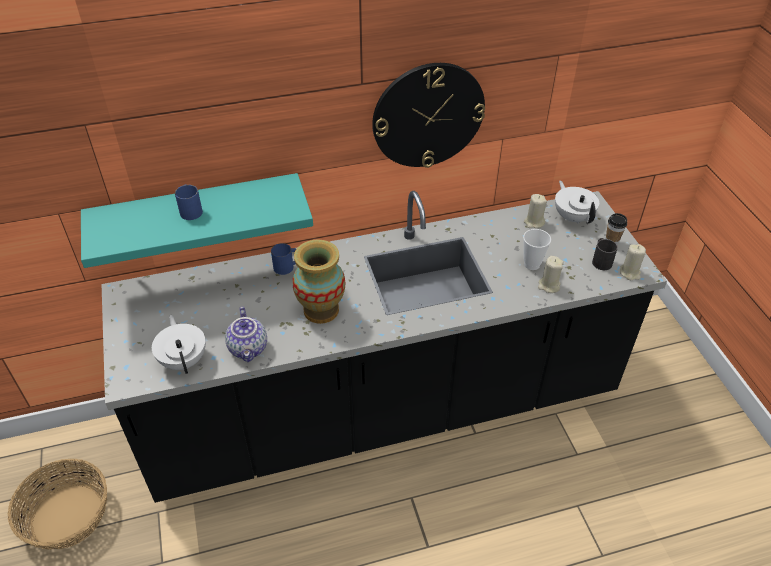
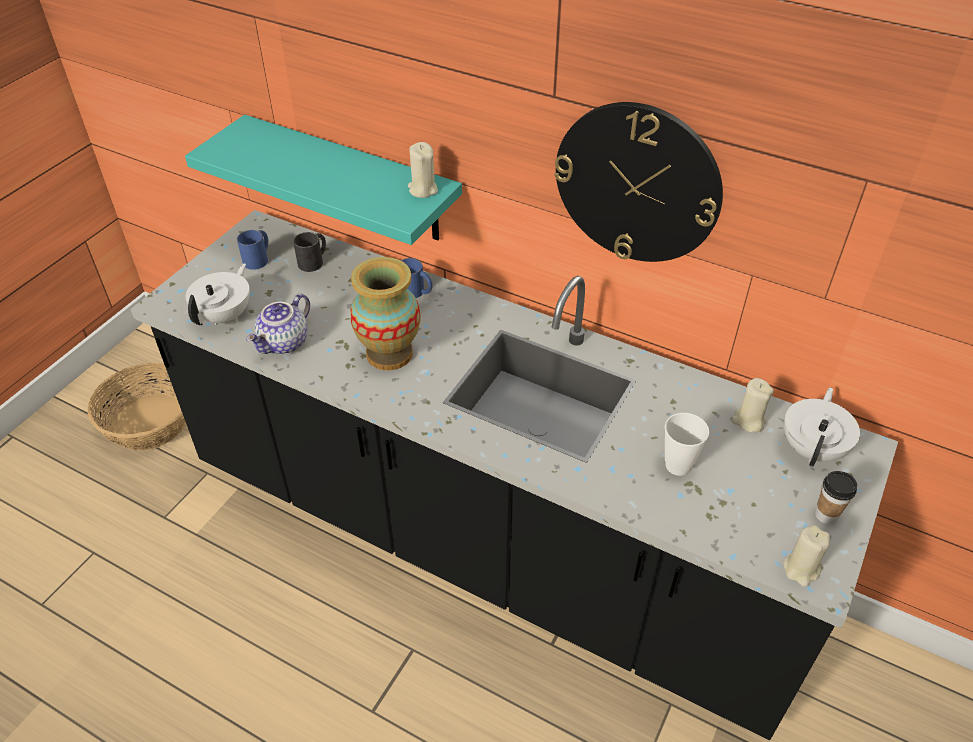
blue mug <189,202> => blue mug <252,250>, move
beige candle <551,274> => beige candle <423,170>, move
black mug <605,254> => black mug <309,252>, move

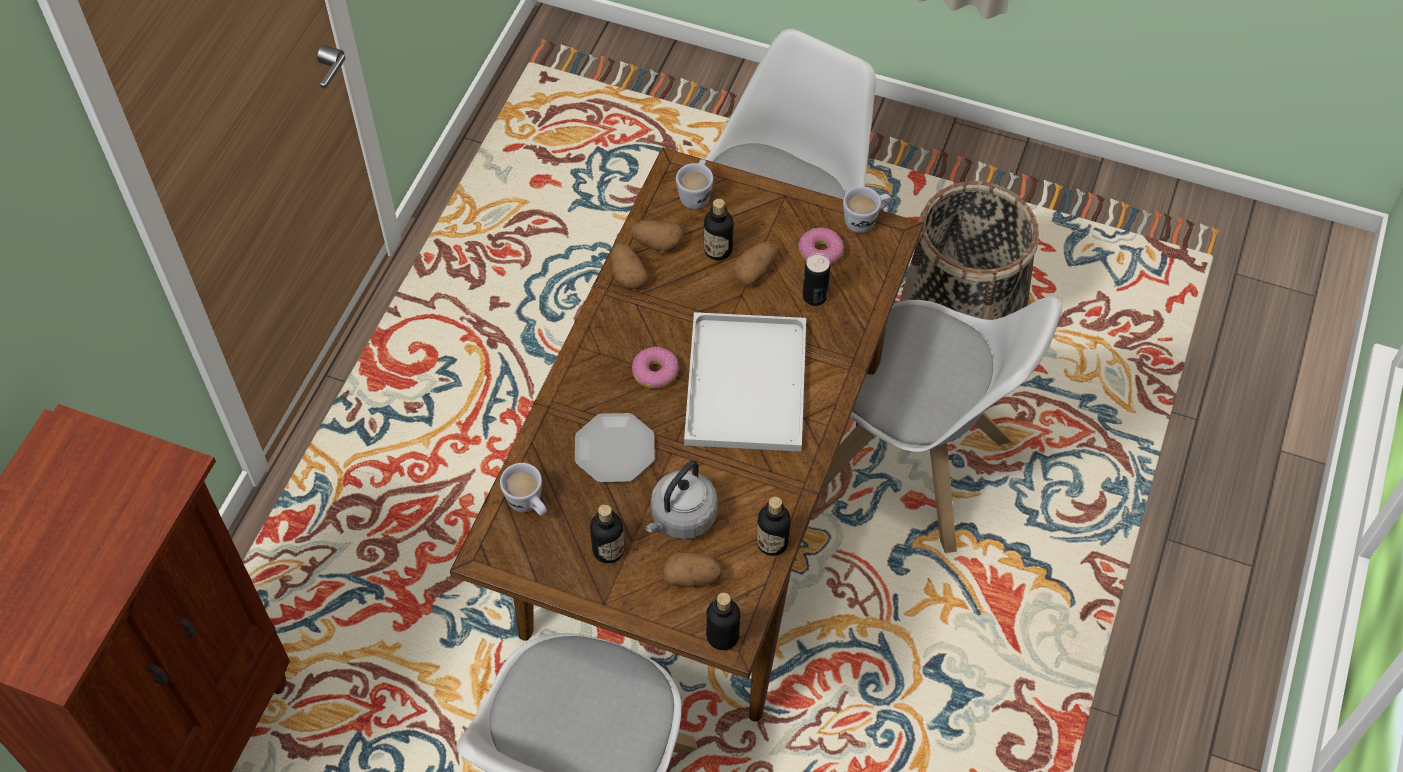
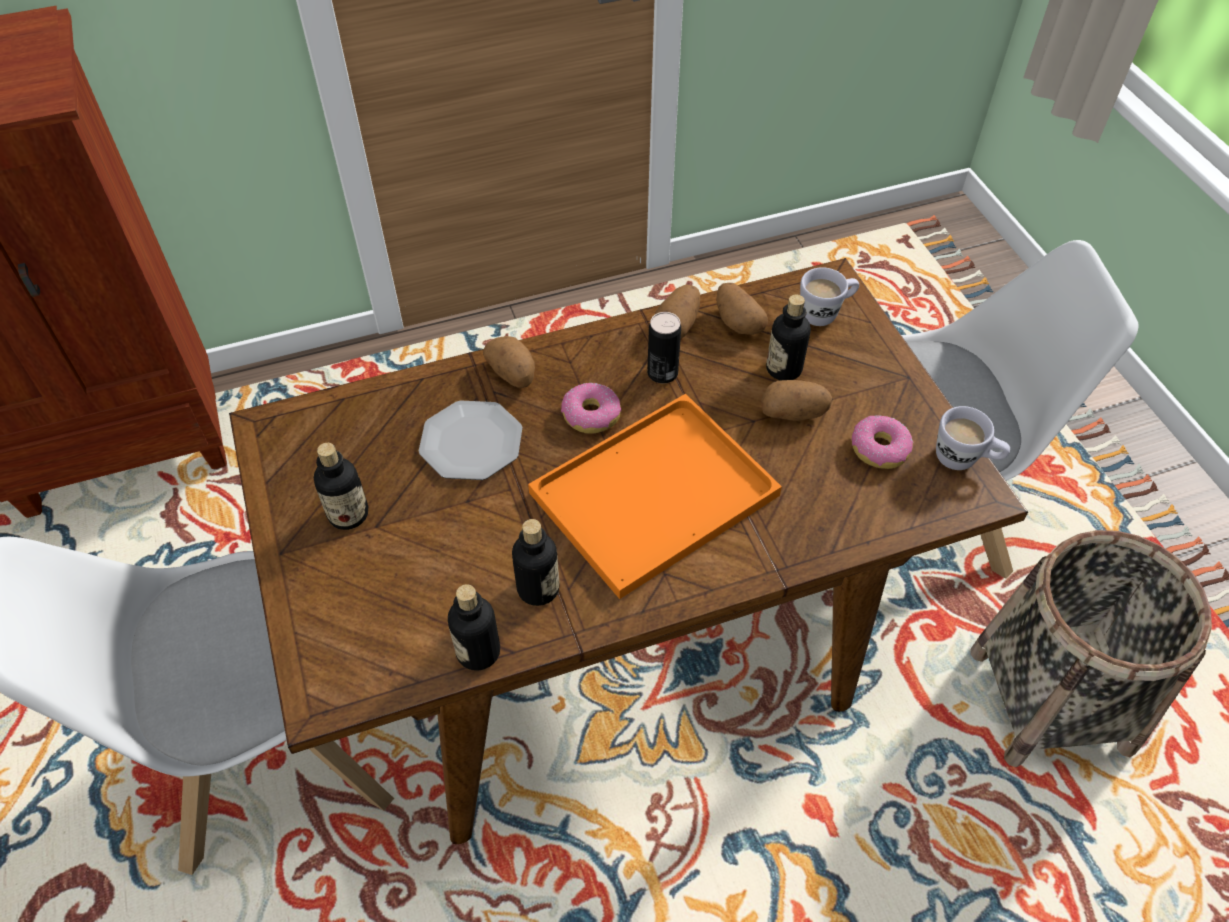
white mug <523,489> => nothing
grey kettle <681,499> => nothing
potato <692,569> => potato <509,362>, move
white tray <745,382> => orange tray <655,496>
bottle <723,621> => bottle <536,562>, move
can <816,279> => can <664,347>, move
chair <942,424> => nothing

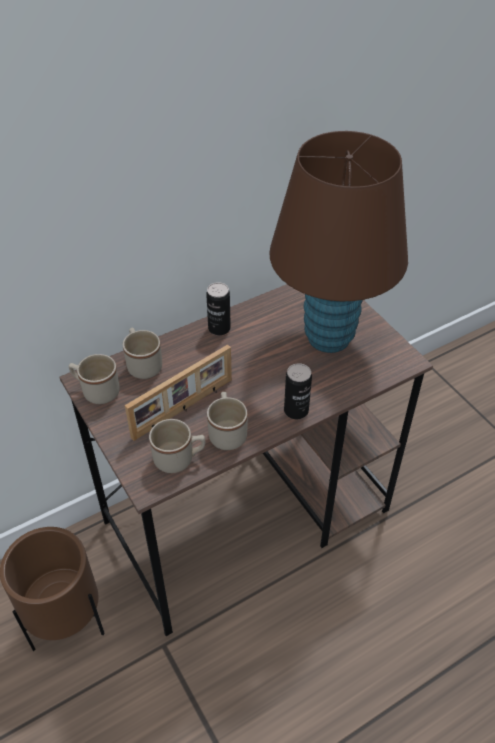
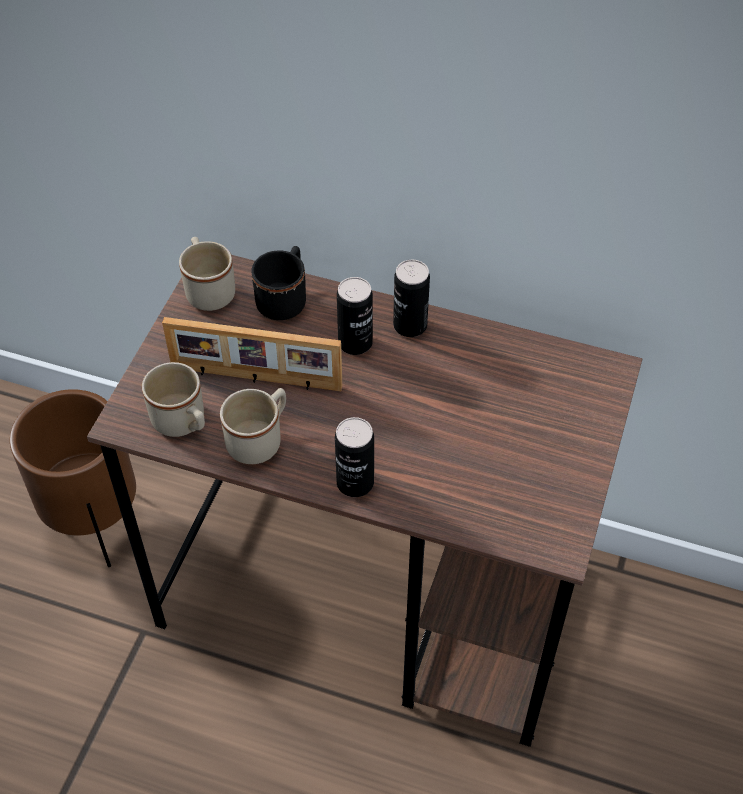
beige mug <142,353> => black mug <278,283>
brown table lamp <338,242> => nothing
nothing => can <355,316>

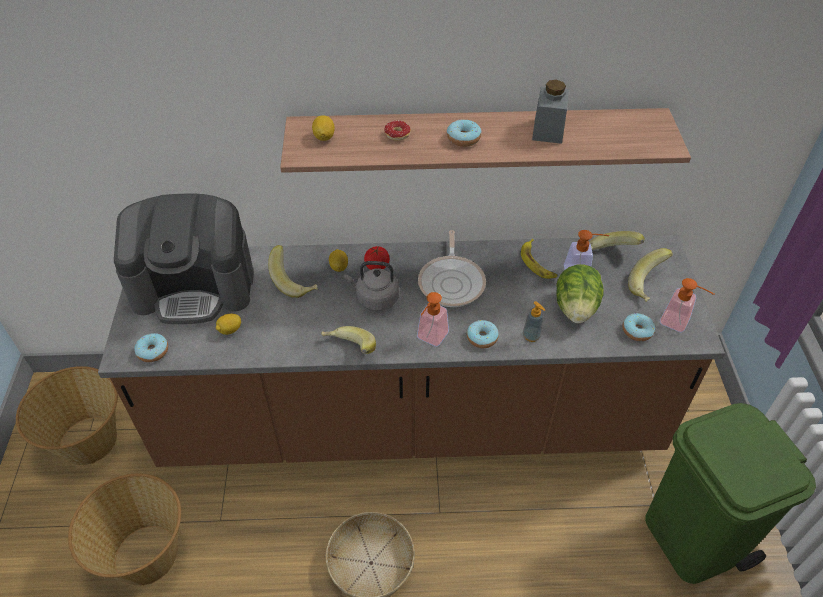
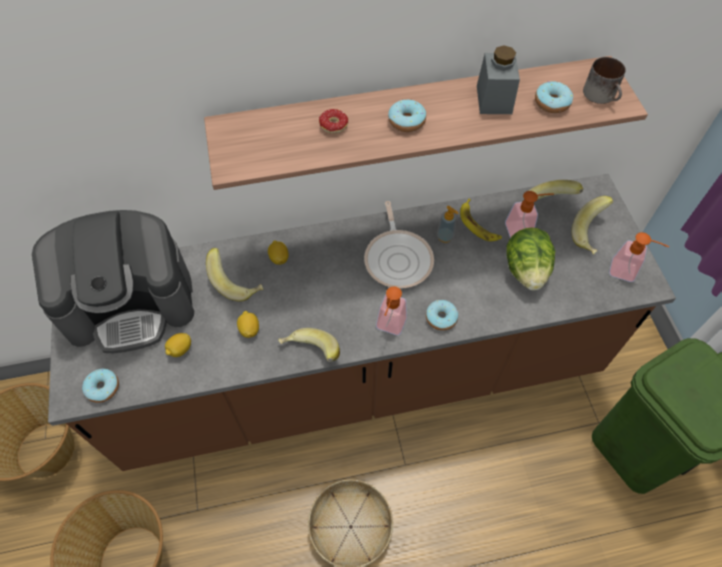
lemon <323,128> => lemon <248,324>, move
grey kettle <371,286> => nothing
tomato <377,258> => nothing
soap dispenser <534,321> => soap dispenser <448,224>, move
donut <638,327> => donut <554,97>, move
nothing => mug <604,80>

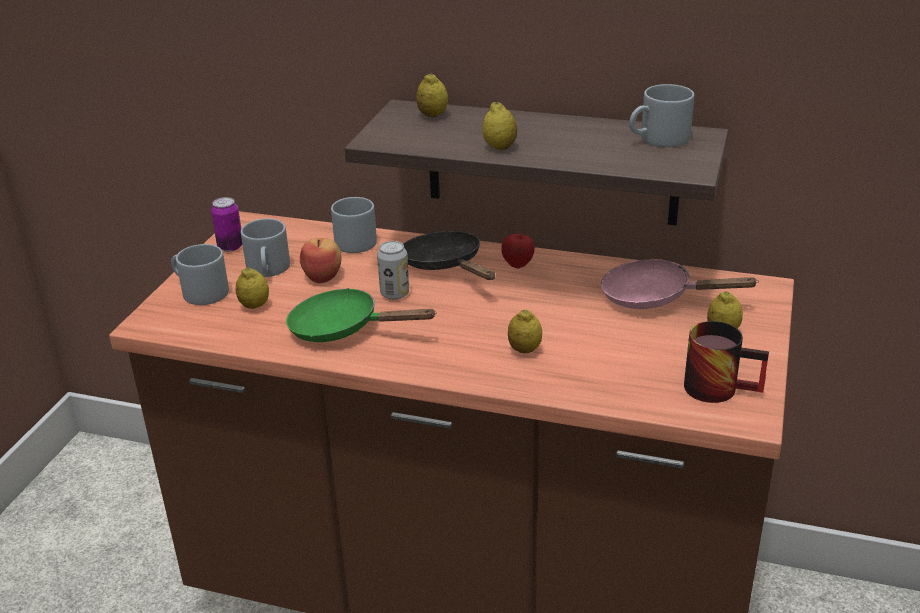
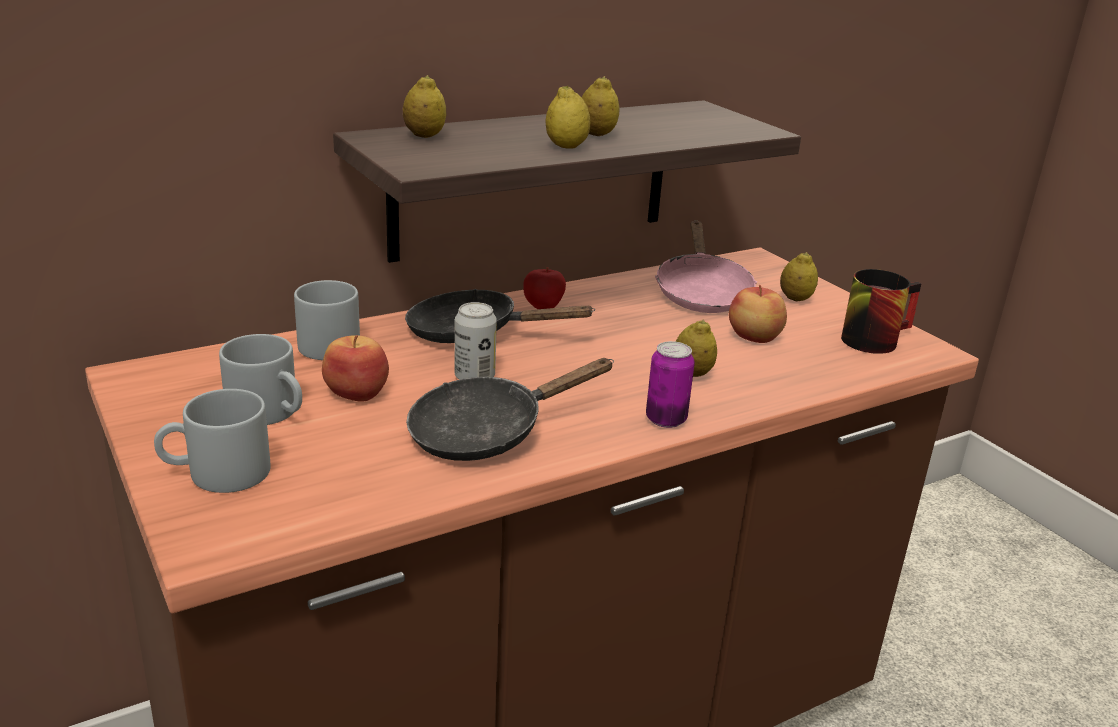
can <226,224> => can <670,384>, move
lemon <252,288> => lemon <600,106>, move
green frying pan <361,315> => black frying pan <510,409>
pink frying pan <680,283> => pink frying pan <706,266>, 60 degrees counterclockwise
grey mug <661,115> => nothing
nothing => apple <758,314>

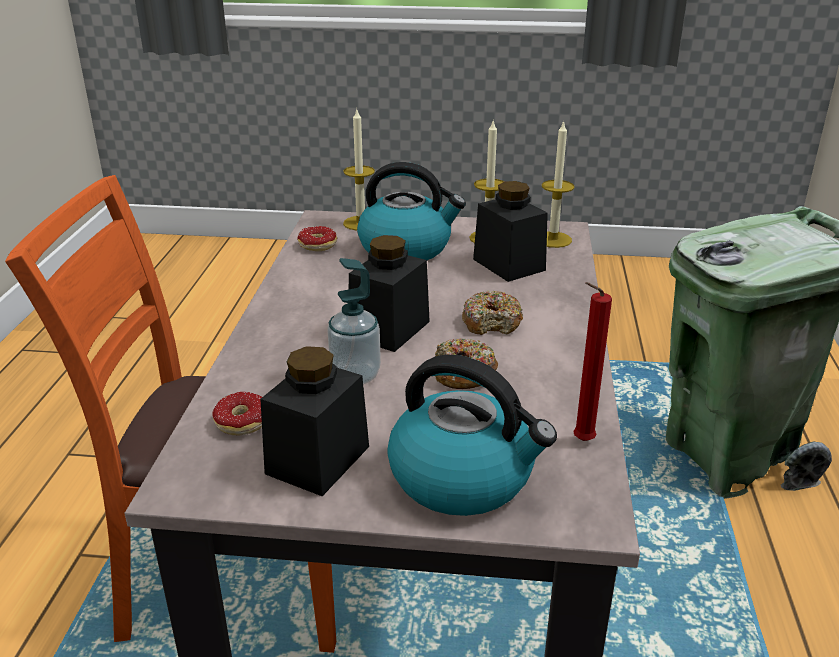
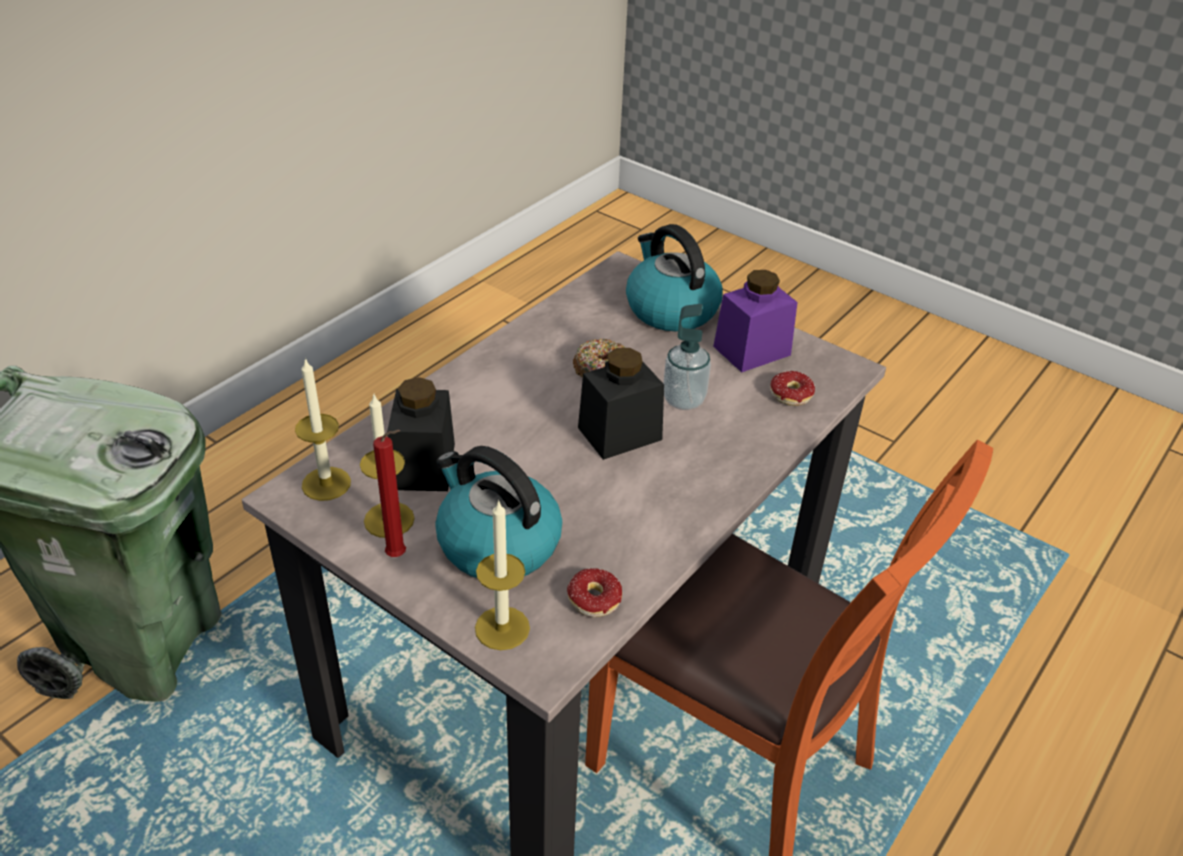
black jar <314,421> => purple jar <755,321>
donut <492,313> => nothing
red candle <592,361> => red candle <389,493>, move

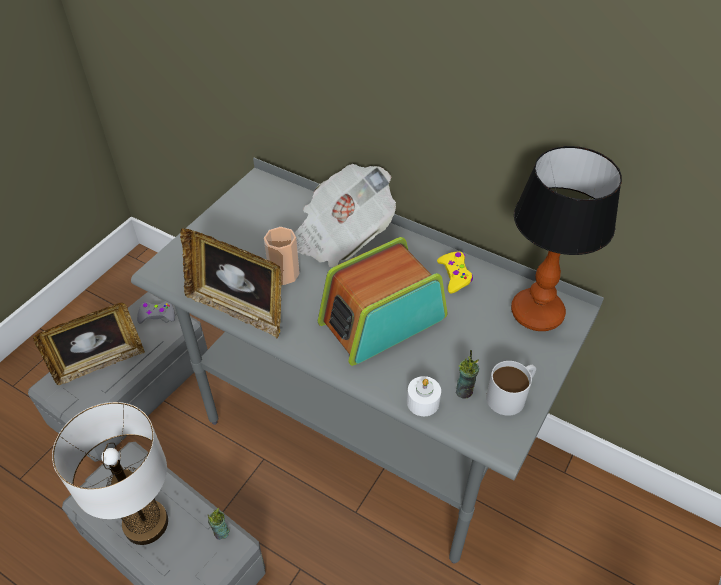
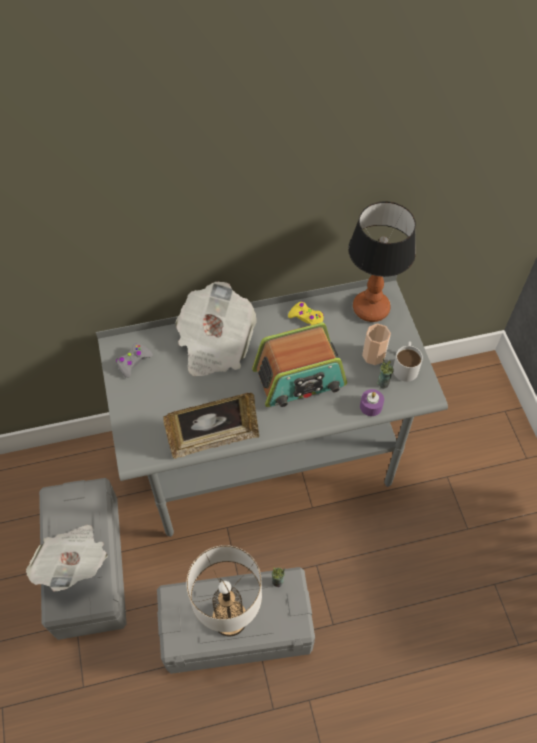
picture frame <89,344> => newspaper <66,558>
grey game controller <156,312> => grey game controller <134,360>, move
cup <282,256> => cup <376,344>, move
radio <383,301> => radio <299,364>, 120 degrees counterclockwise
white candle <424,396> => purple candle <372,402>

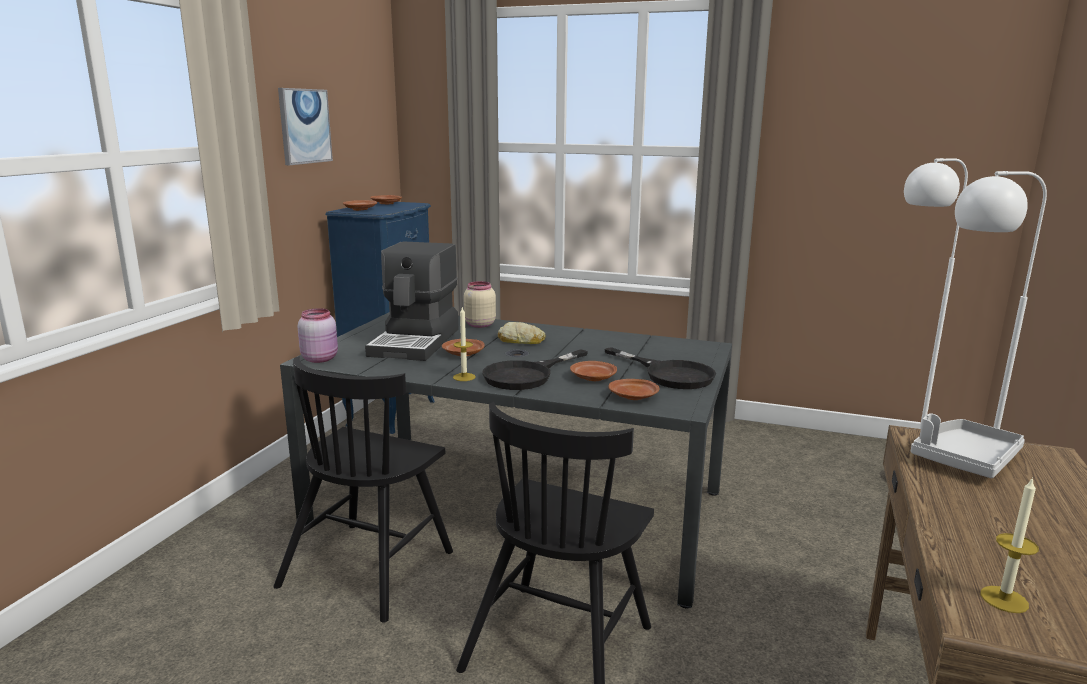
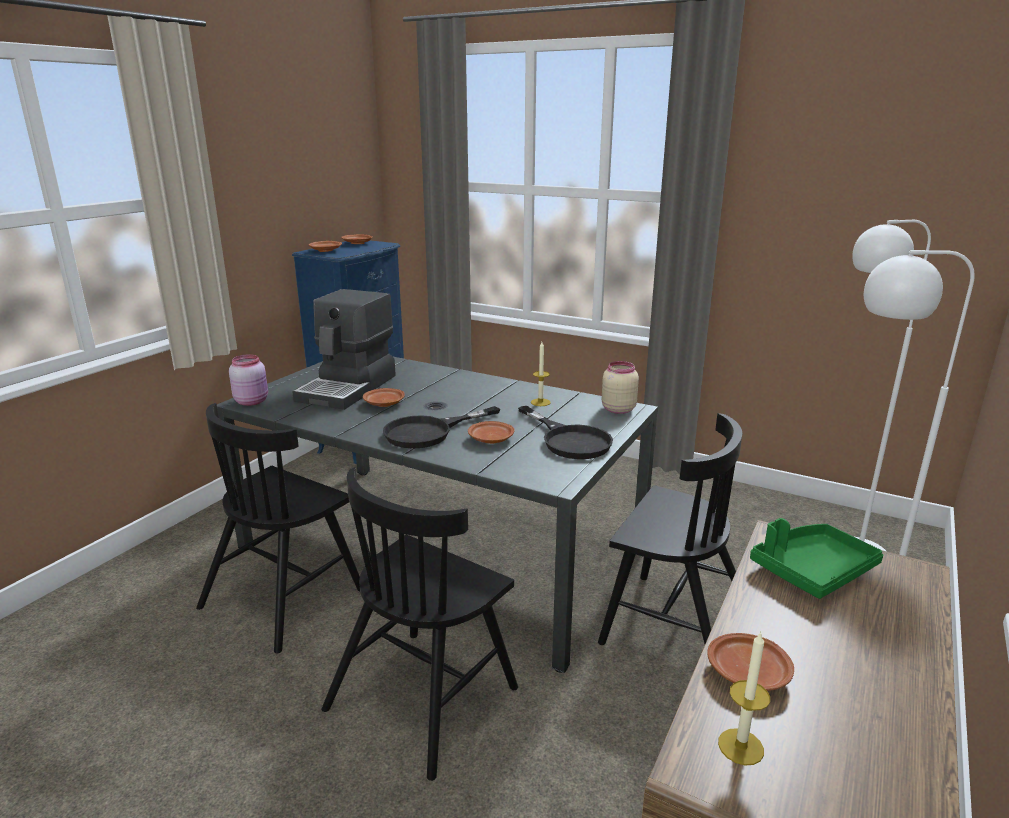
picture <305,126> => nothing
candle <464,344> => candle <541,374>, move
beige jar <480,304> => beige jar <620,387>, move
bread <521,333> => nothing
brown plate <634,389> => brown plate <750,662>, move
grey tray <968,445> => green tray <816,558>
nothing => black chair <670,529>

